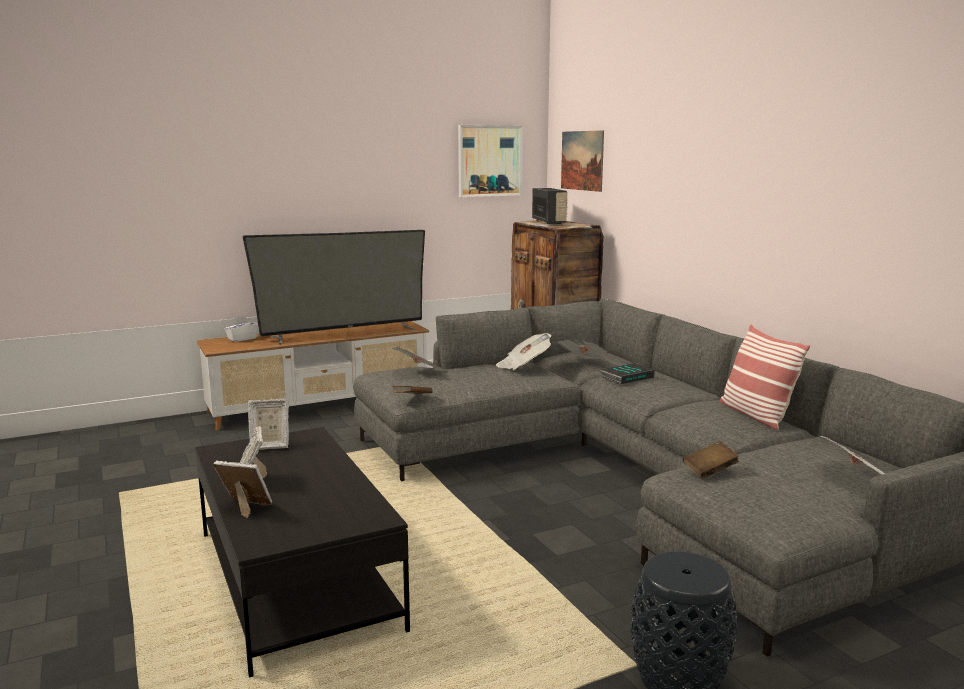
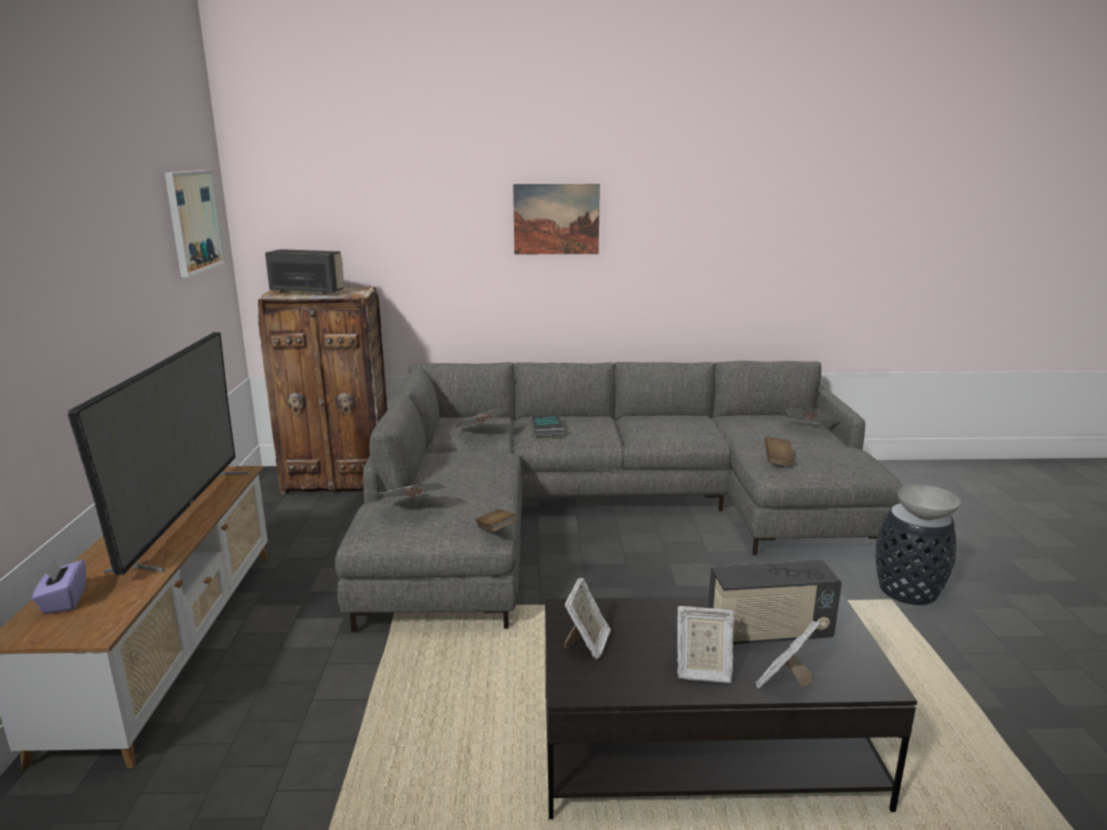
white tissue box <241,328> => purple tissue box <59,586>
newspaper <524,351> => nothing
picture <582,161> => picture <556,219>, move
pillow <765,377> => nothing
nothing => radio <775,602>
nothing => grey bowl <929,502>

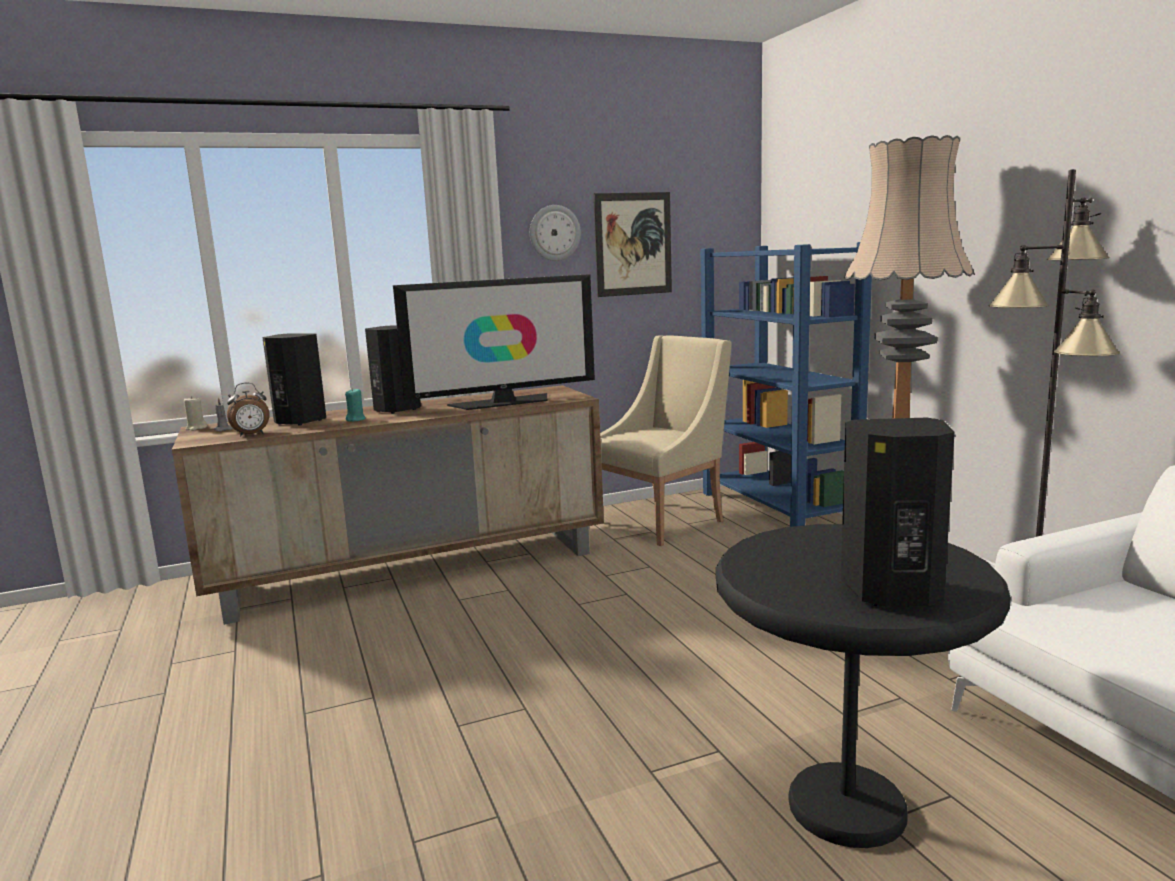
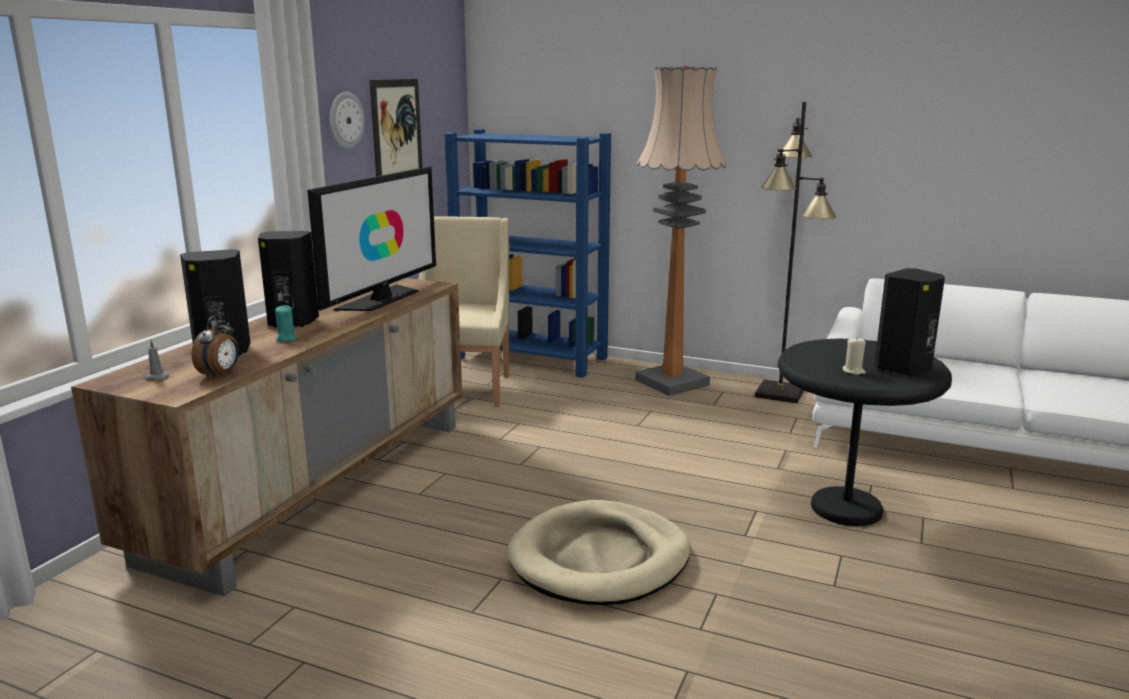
beige candle <195,413> => beige candle <854,356>, move
nothing => beige dog bed <599,552>

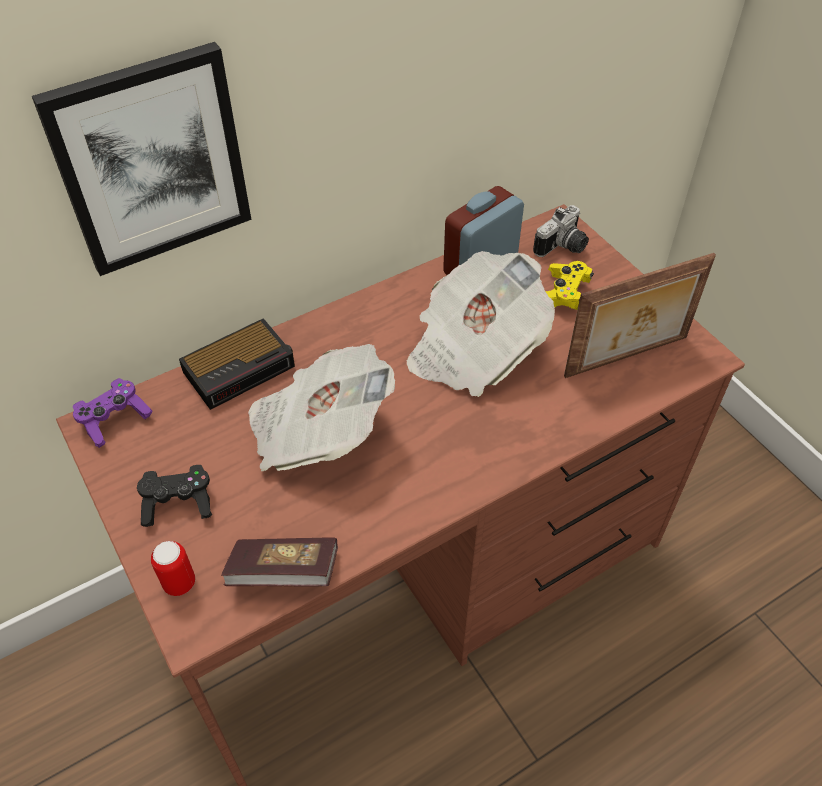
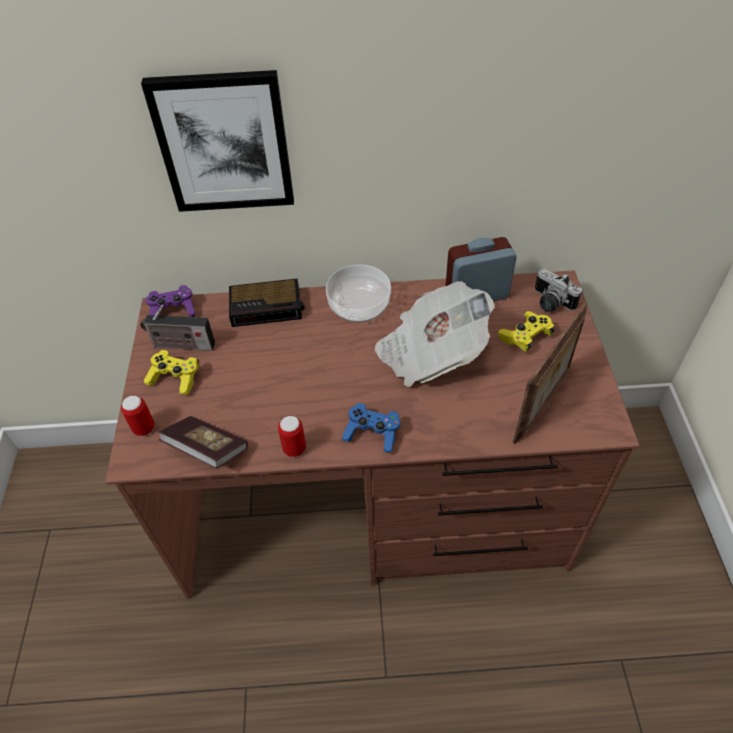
black game controller <174,496> => yellow game controller <171,372>
newspaper <321,407> => nothing
photo camera <561,231> => photo camera <558,290>, 60 degrees clockwise
picture frame <640,315> => picture frame <550,373>, 60 degrees counterclockwise
nothing => radio <177,328>
nothing => can <292,436>
nothing => bowl <358,293>
nothing => blue game controller <371,428>

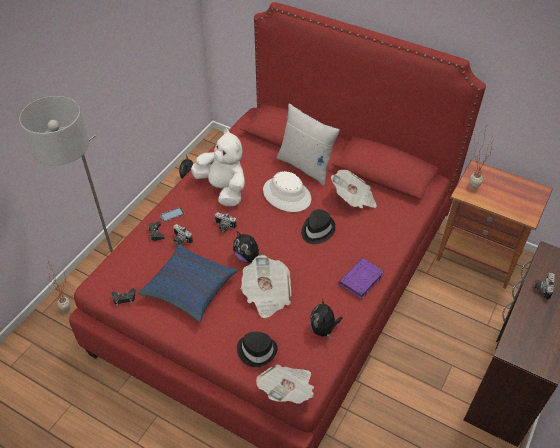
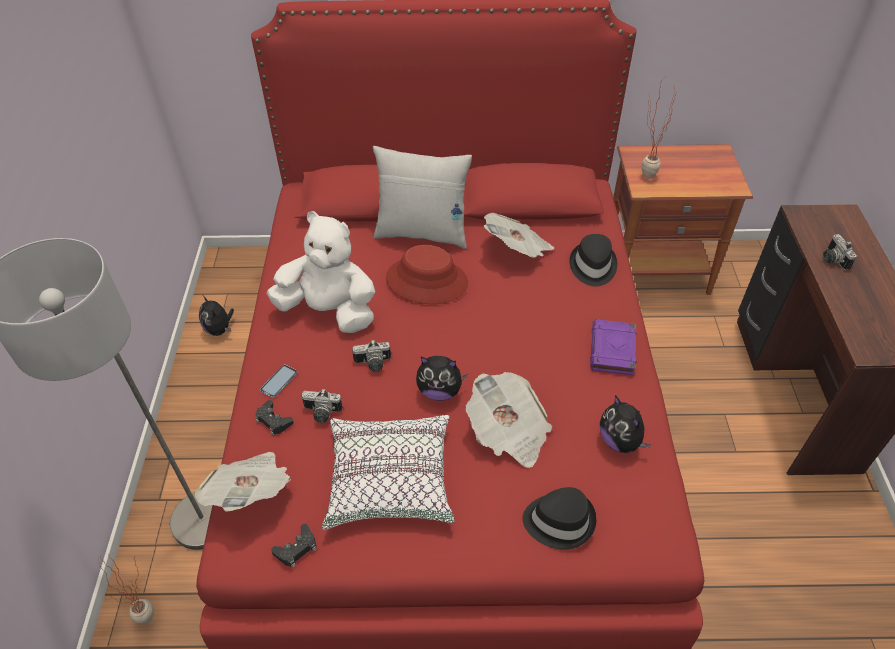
blue pillow <188,283> => white pillow <388,472>
newspaper <285,384> => newspaper <243,482>, move
white hat <287,191> => red hat <427,274>
black hat <318,226> => black hat <593,260>, move

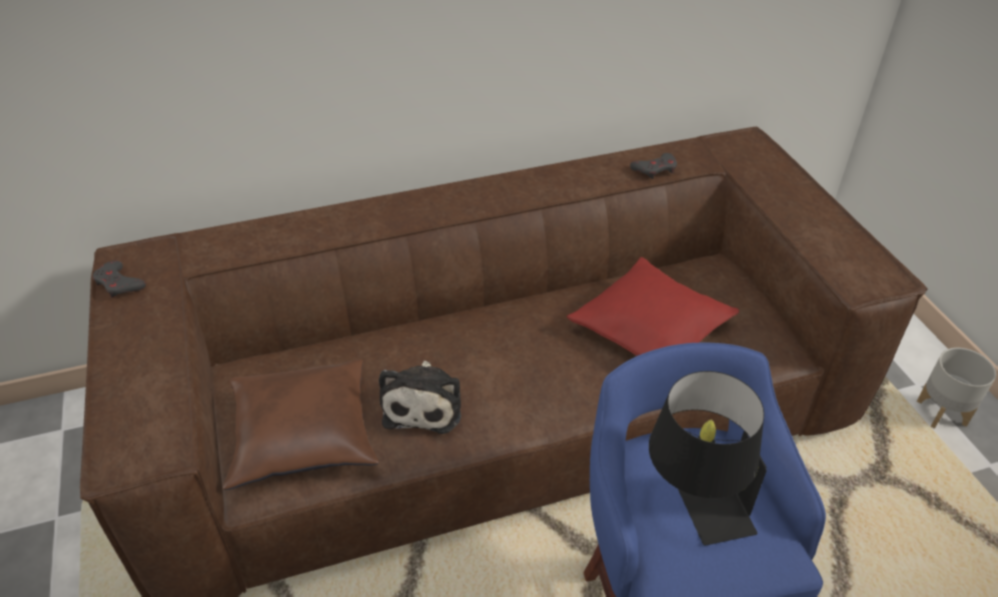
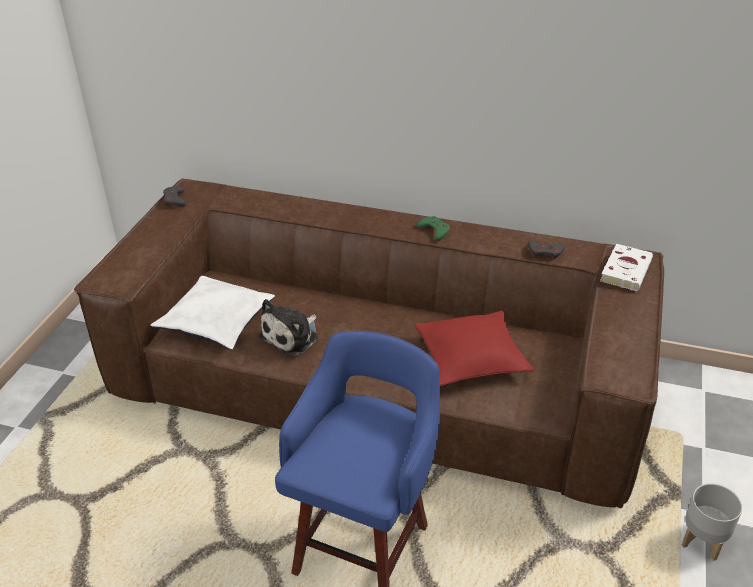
brown pillow <301,424> => white pillow <212,313>
black table lamp <707,458> => nothing
nothing => green game controller <433,228>
nothing => white book <626,267>

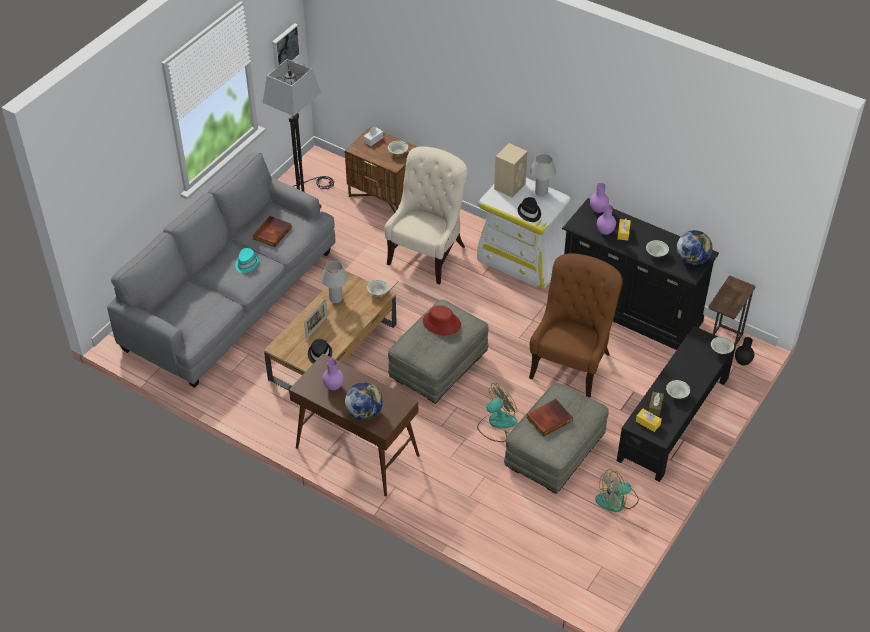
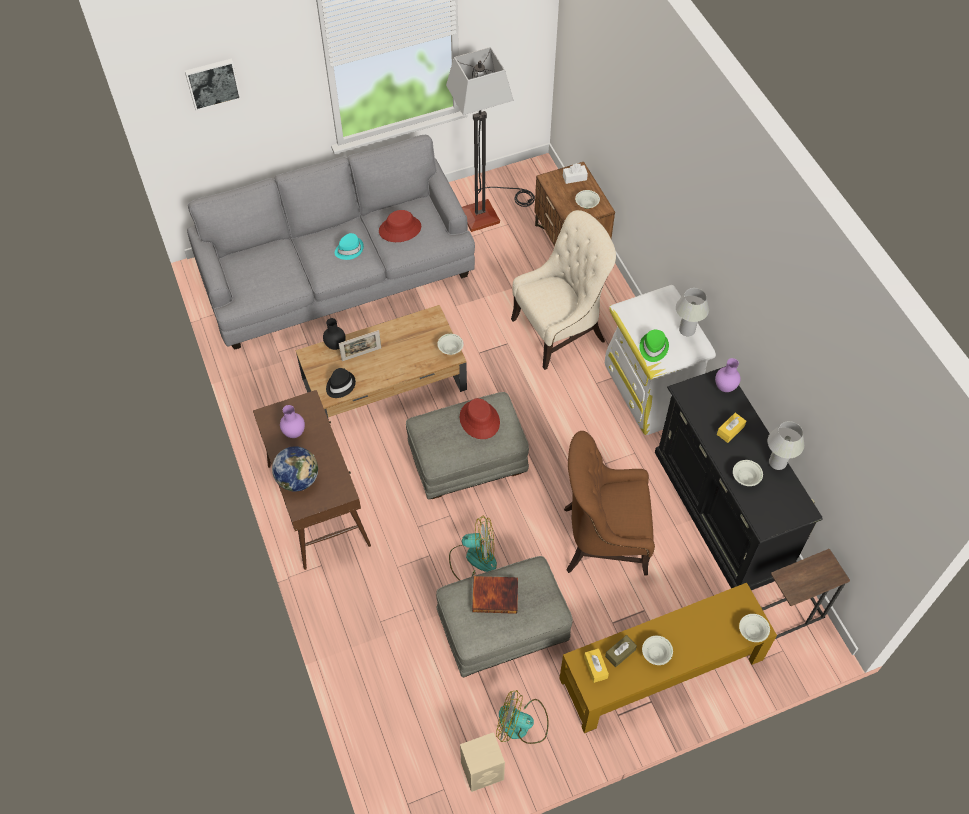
book <272,231> => red hat <400,226>
picture <286,45> => picture <213,85>, move
white table lamp <334,282> => white table lamp <786,445>, move
beige speaker <511,170> => beige speaker <482,762>, move
black hat <529,209> => green hat <654,346>
brown armchair <576,325> => brown armchair <609,503>, 150 degrees counterclockwise
purple vase <606,219> => nothing
black tv stand <676,404> => yellow tv stand <668,658>
globe <694,247> => nothing
black vase <744,351> => black vase <334,334>, move

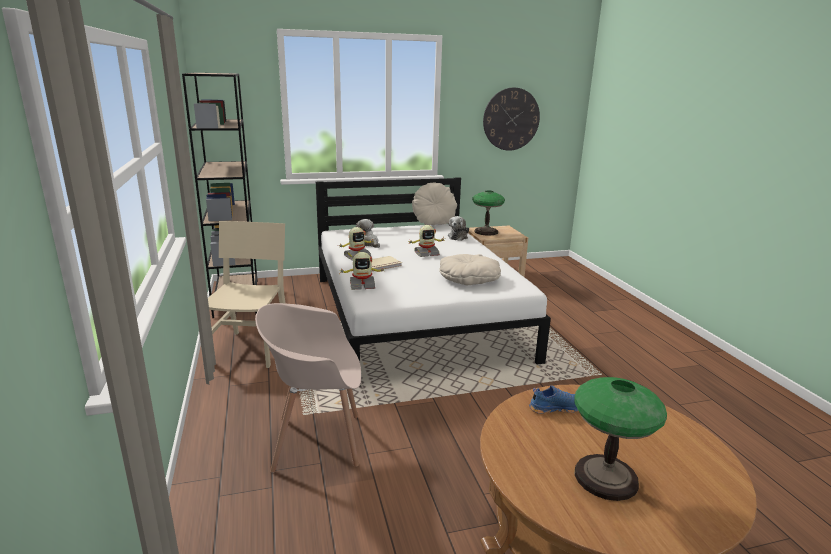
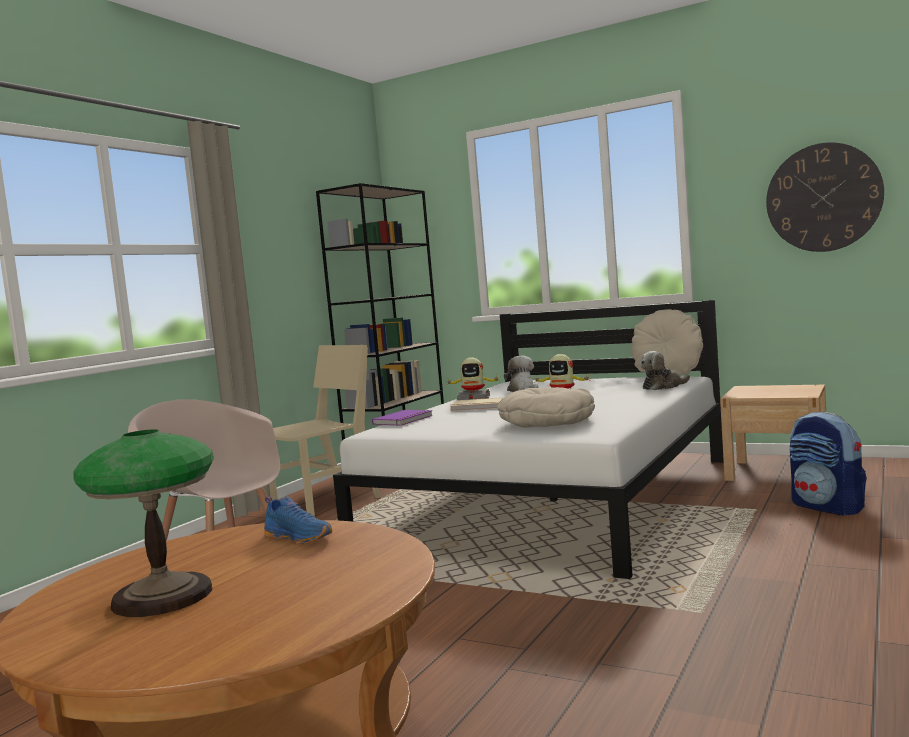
toy robot <362,271> => purple book <402,418>
table lamp <488,213> => nothing
nothing => backpack <828,464>

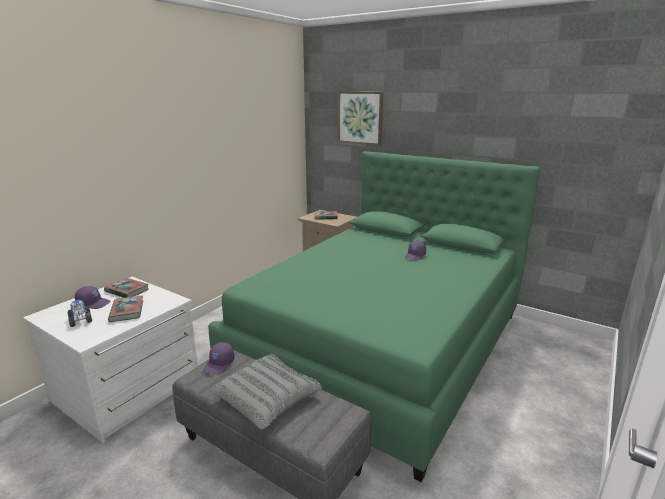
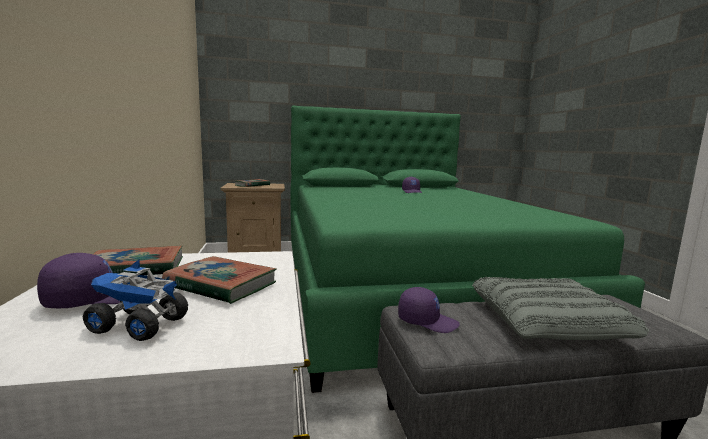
purple cap <218,358> => purple cap <429,310>, 45 degrees counterclockwise
picture <360,118> => nothing

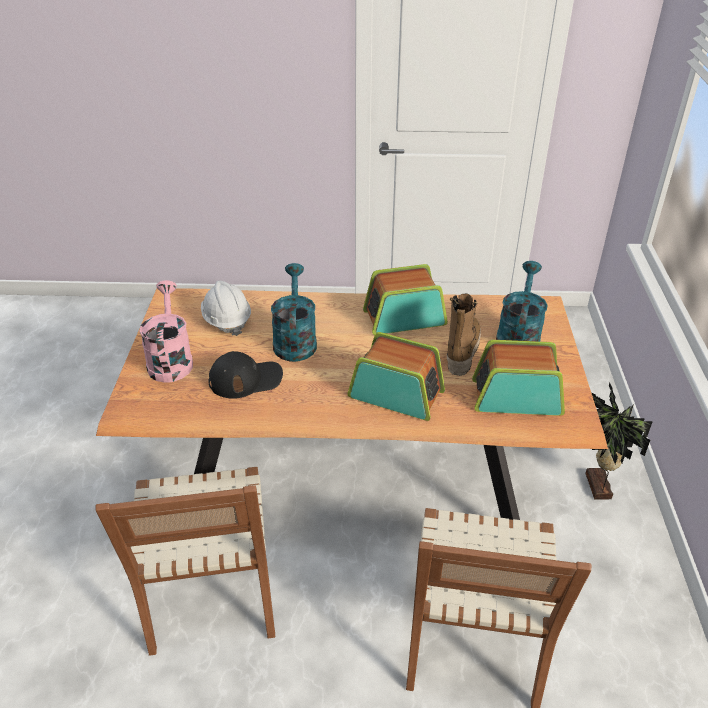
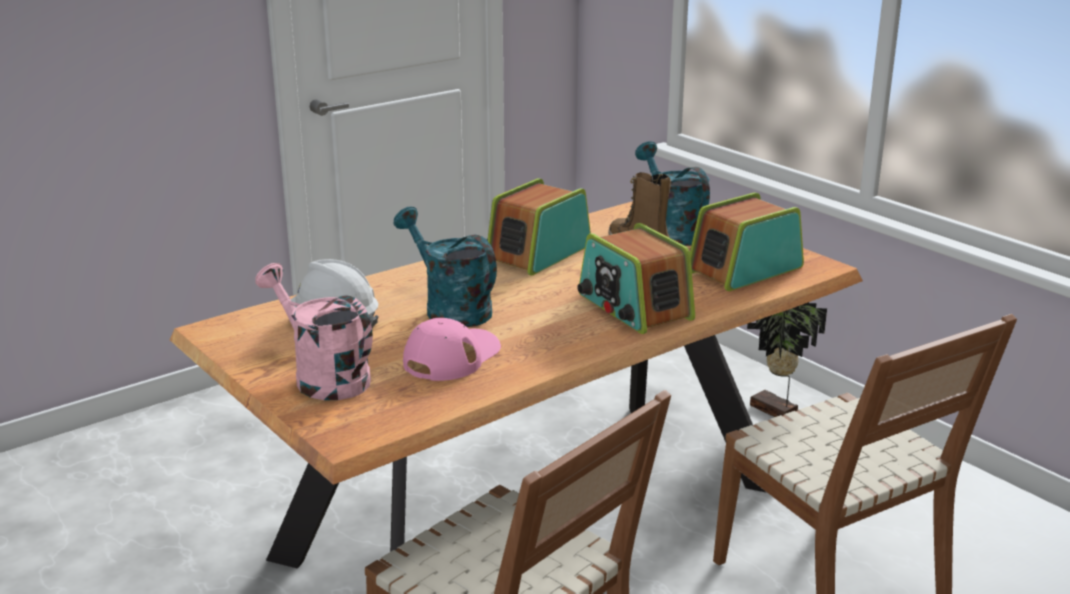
black cap <245,375> => pink cap <452,349>
radio <396,376> => radio <636,278>, 105 degrees counterclockwise

